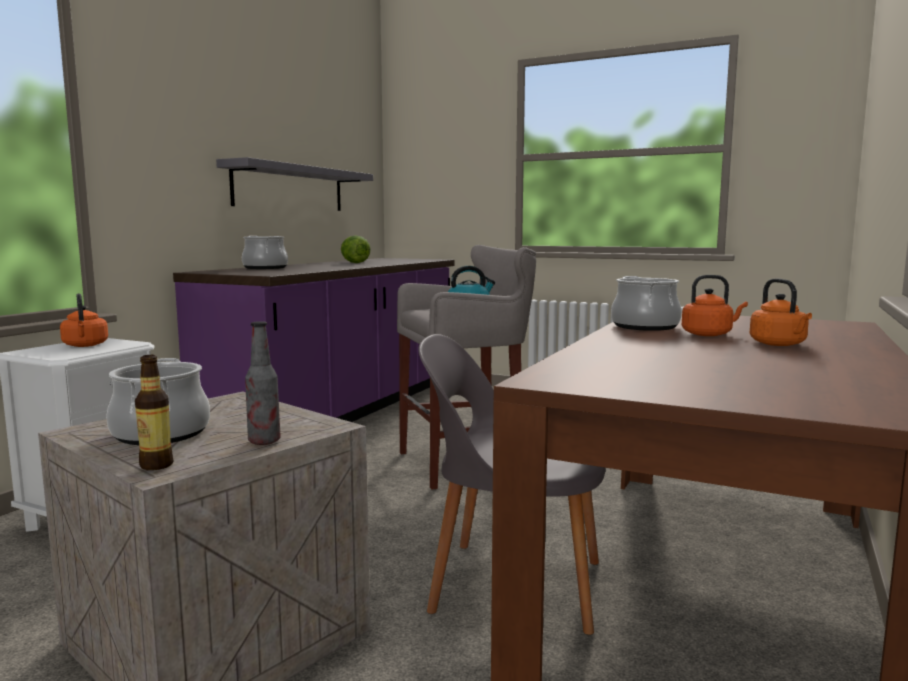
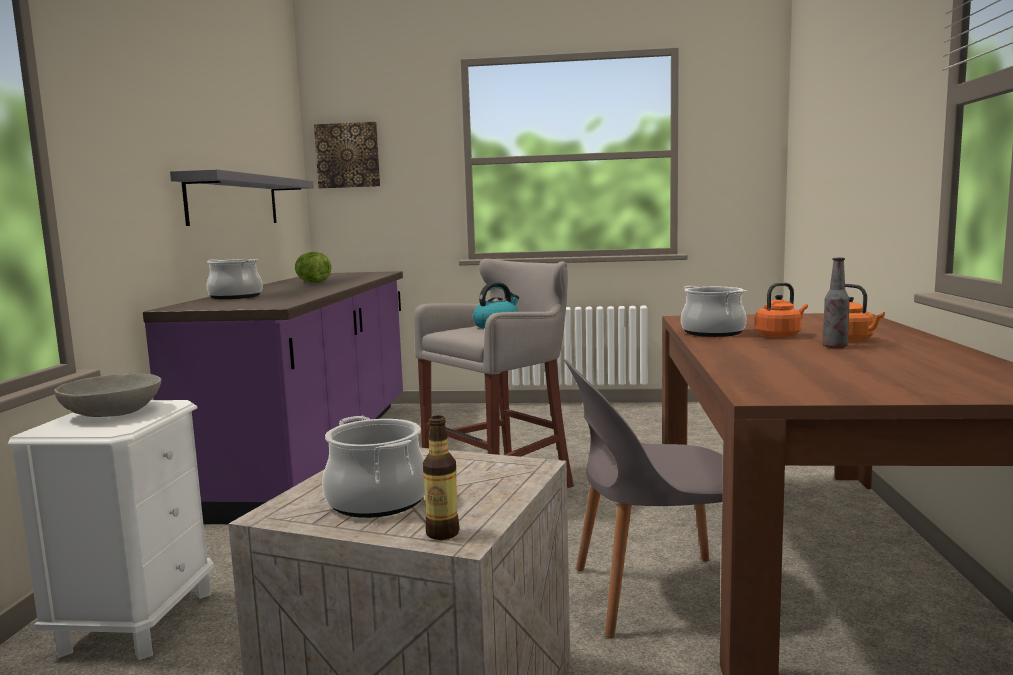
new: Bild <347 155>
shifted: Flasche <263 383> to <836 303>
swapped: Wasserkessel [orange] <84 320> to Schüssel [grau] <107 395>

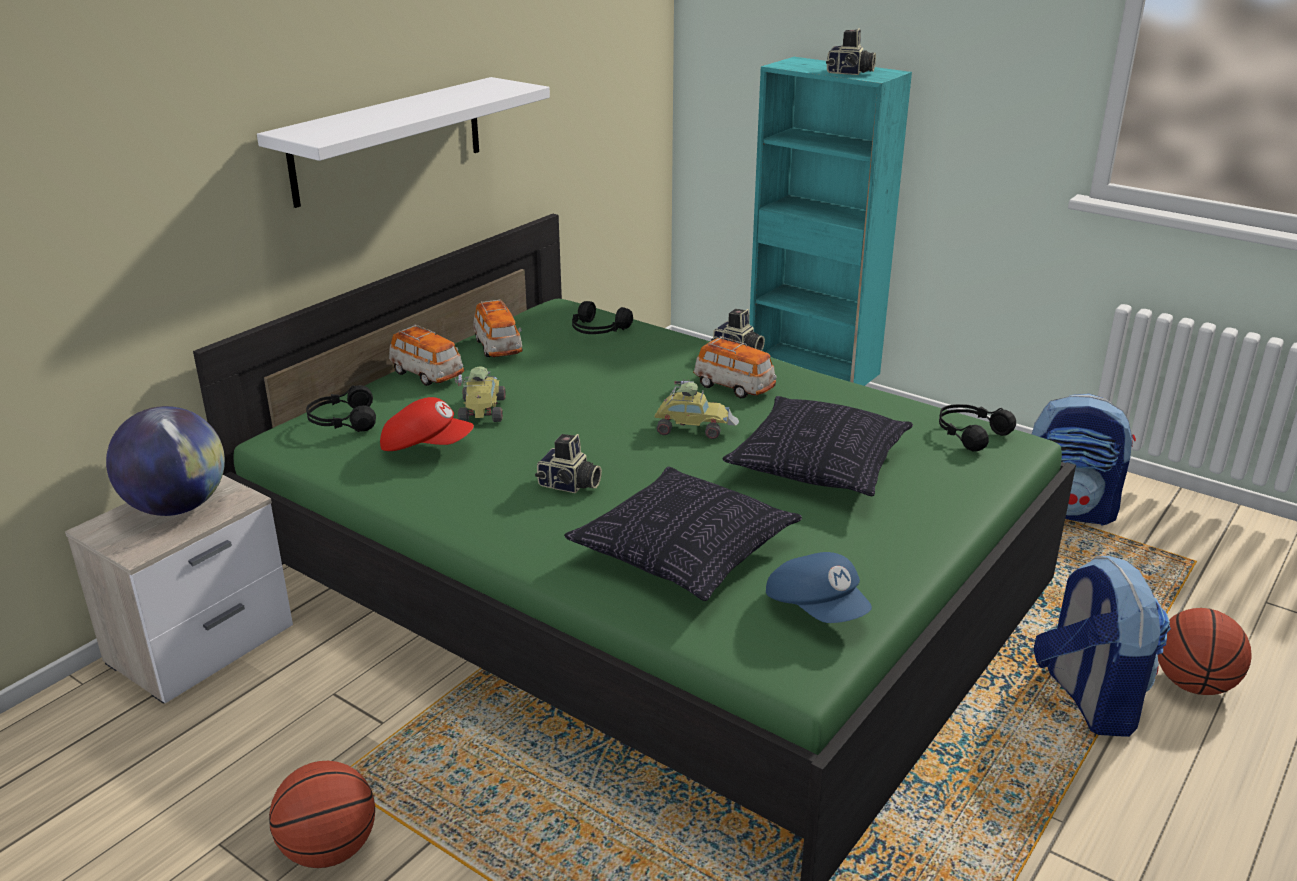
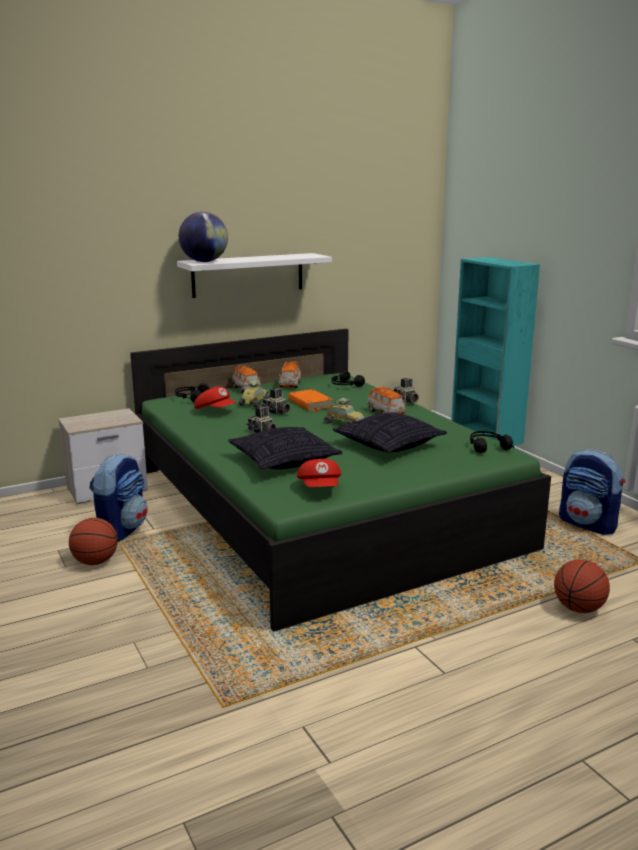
new: Buch [orange] <310 400>
shifted: Globus <165 461> to <203 237>; Kamera <851 51> to <276 401>; Rucksack <1102 646> to <119 497>
repainted: Kappe [blau] <819 587> to Kappe [rot] <319 473>

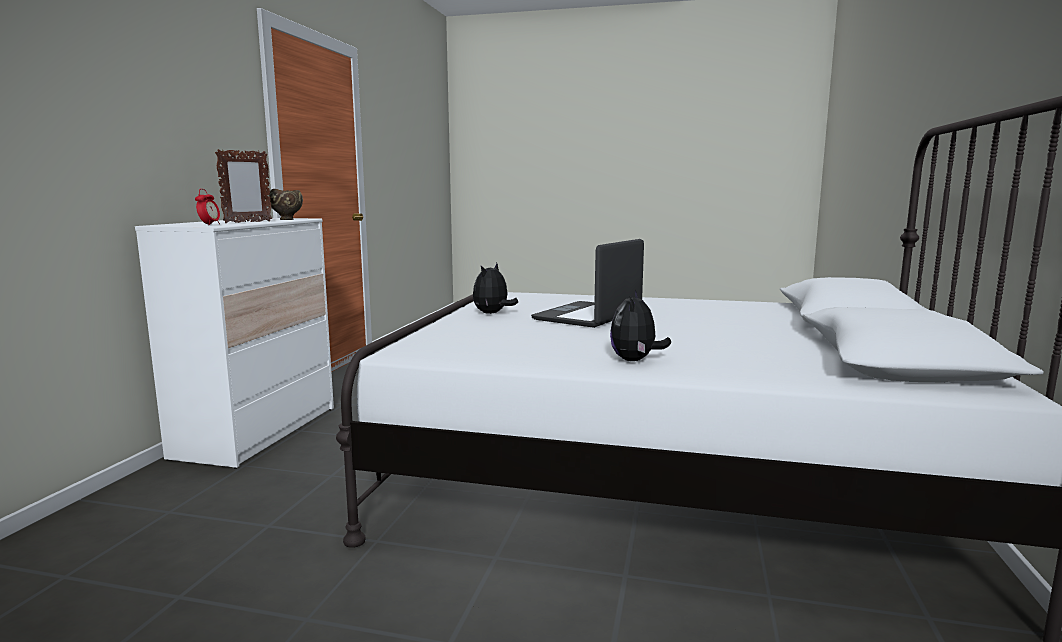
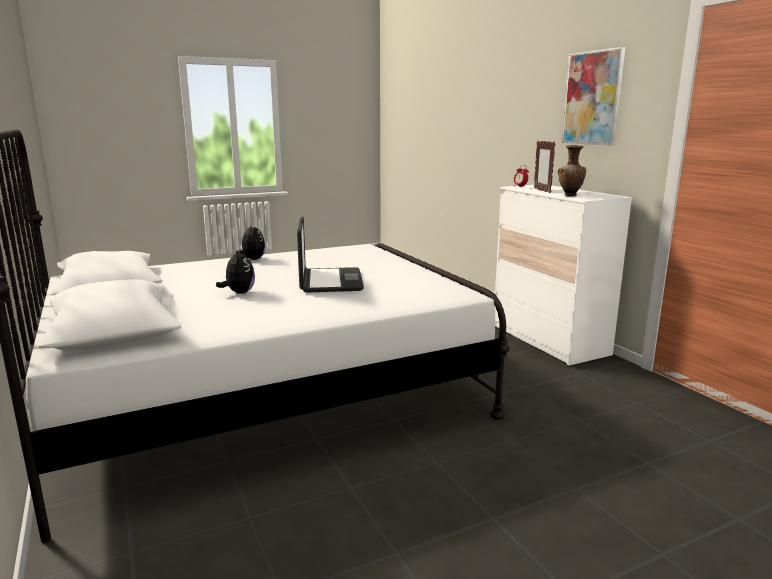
new: Bild <593 96>
shifted: Plüschtier <495 288> to <235 271>
swapped: Schüssel [braun] <285 204> to Vase [braun] <572 170>

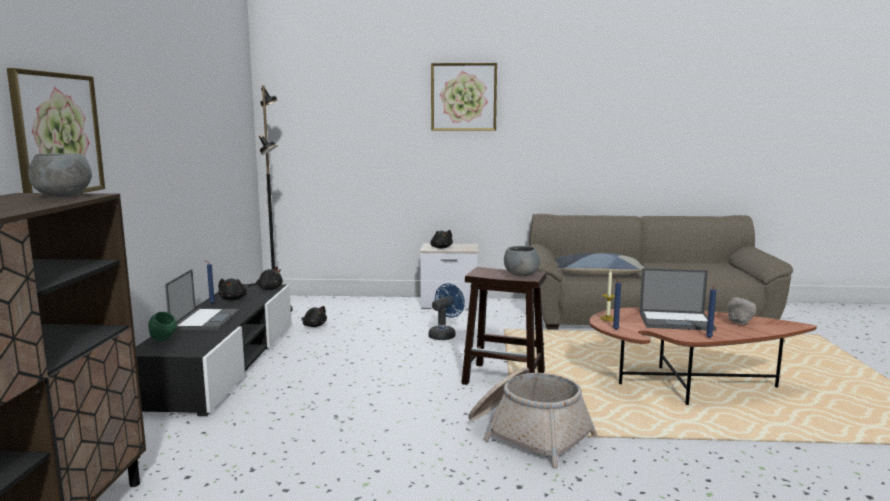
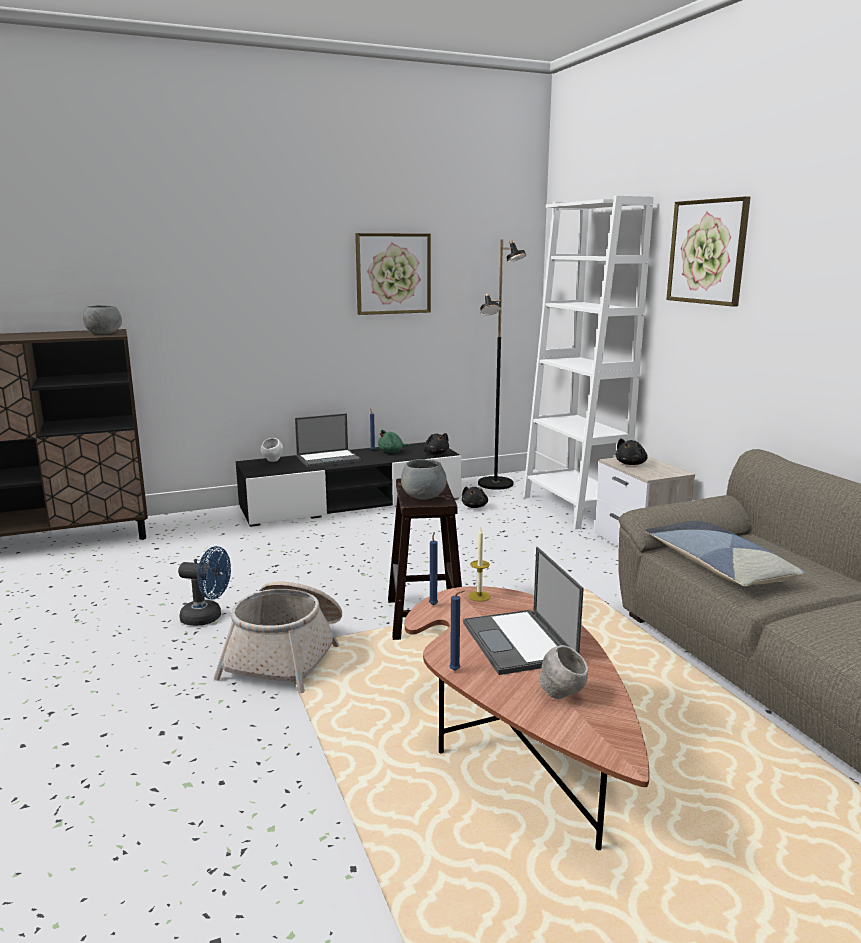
new: Bücherregal [weiß] <588 362>
shifted: Bild <56 130> to <393 274>; Ventilator [blau] <446 312> to <204 586>
repainted: Schüssel [grün] <162 327> to Schüssel [weiß] <272 450>; Plüschtier [schwarz] <232 289> to Plüschtier [grün] <394 441>

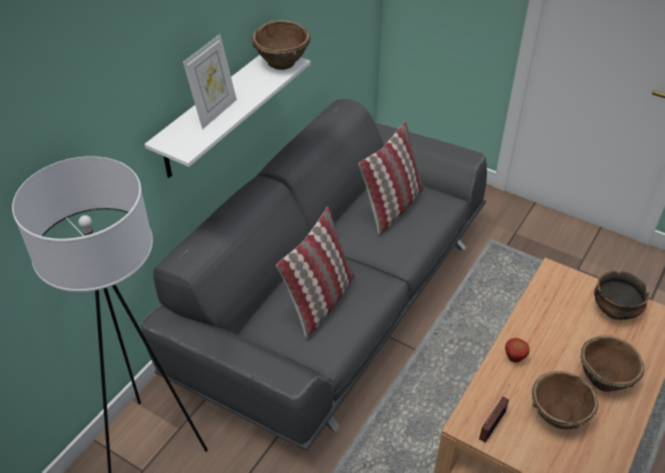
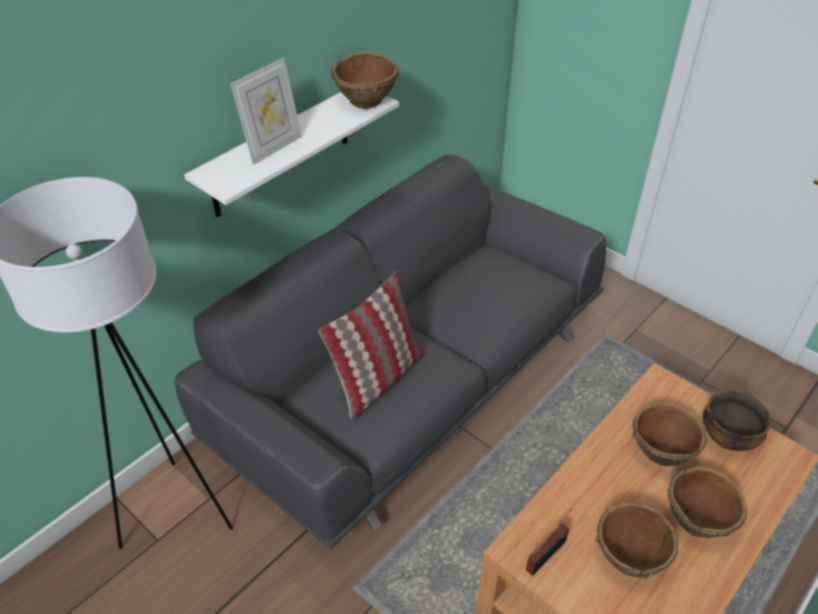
gone: Kissen <391 178>; Apfel <517 350>
new: Schüssel [braun] <669 434>

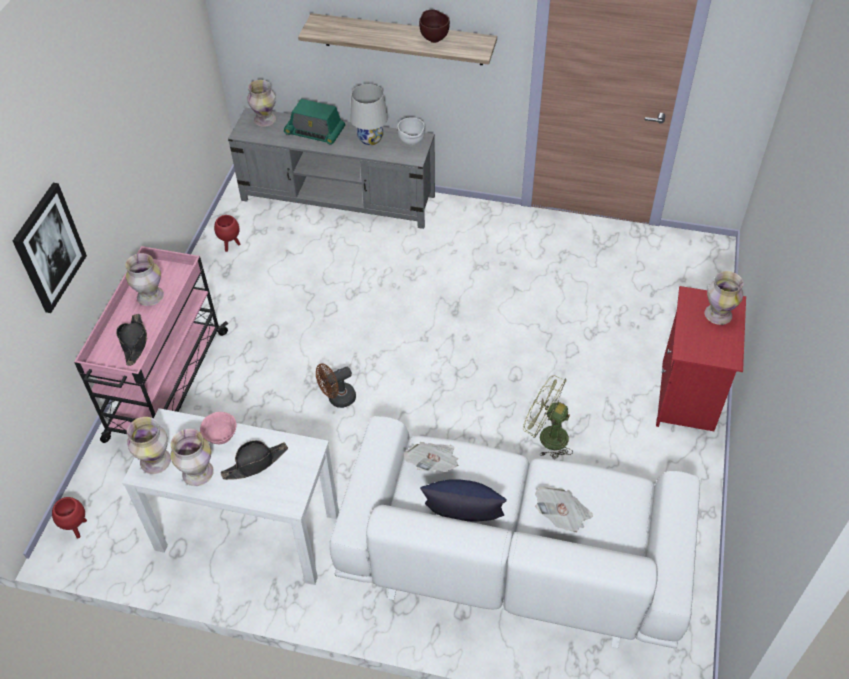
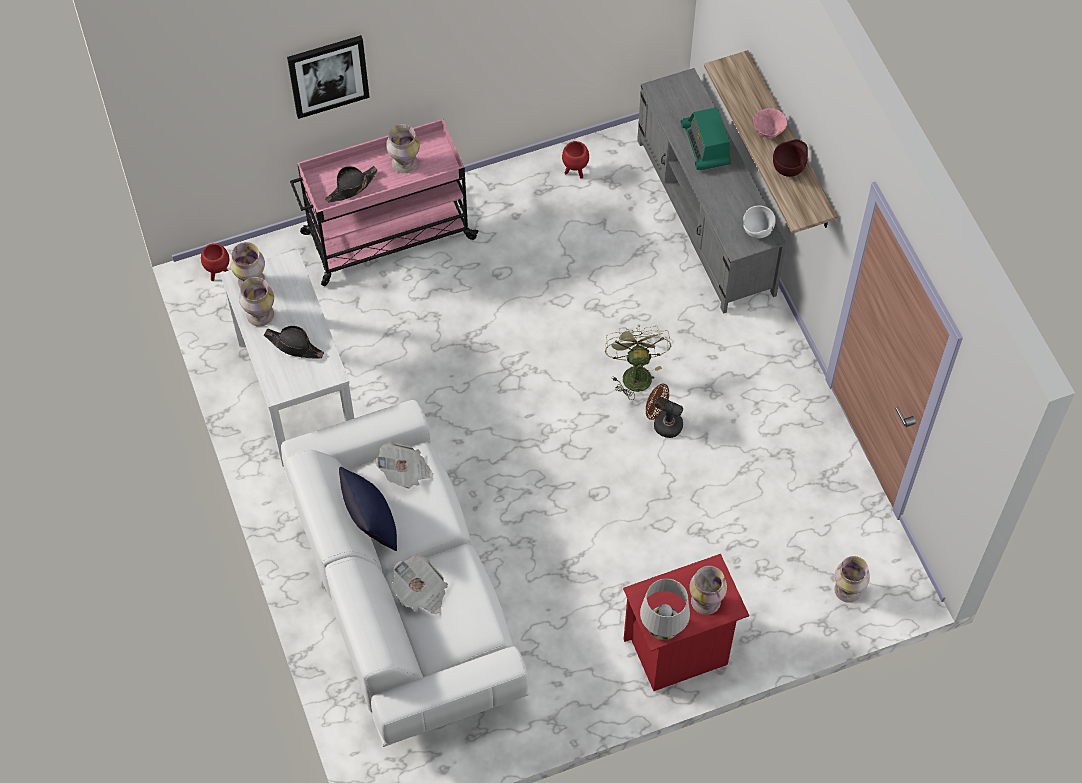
shifted: Schüssel [rosa] <218 428> to <770 123>; Vase <261 103> to <852 579>; Ventilator [braun] <336 385> to <664 411>; Tischlampe [weiß] <369 114> to <665 609>; Ventilator [grün] <548 417> to <638 362>

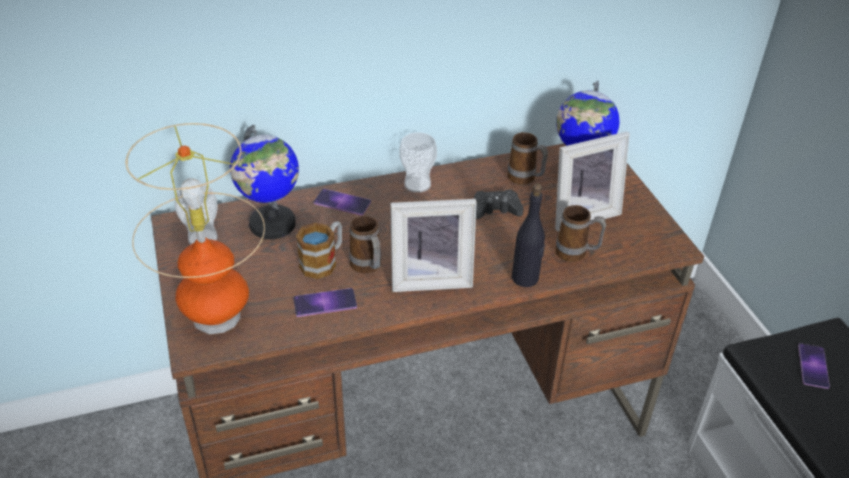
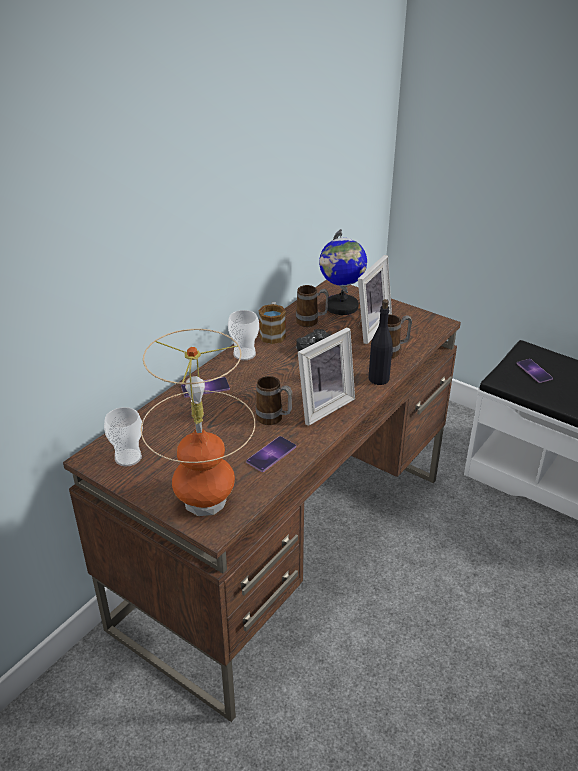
gone: Globus <264 182>
shifted: Henkelbecher <319 250> to <272 323>

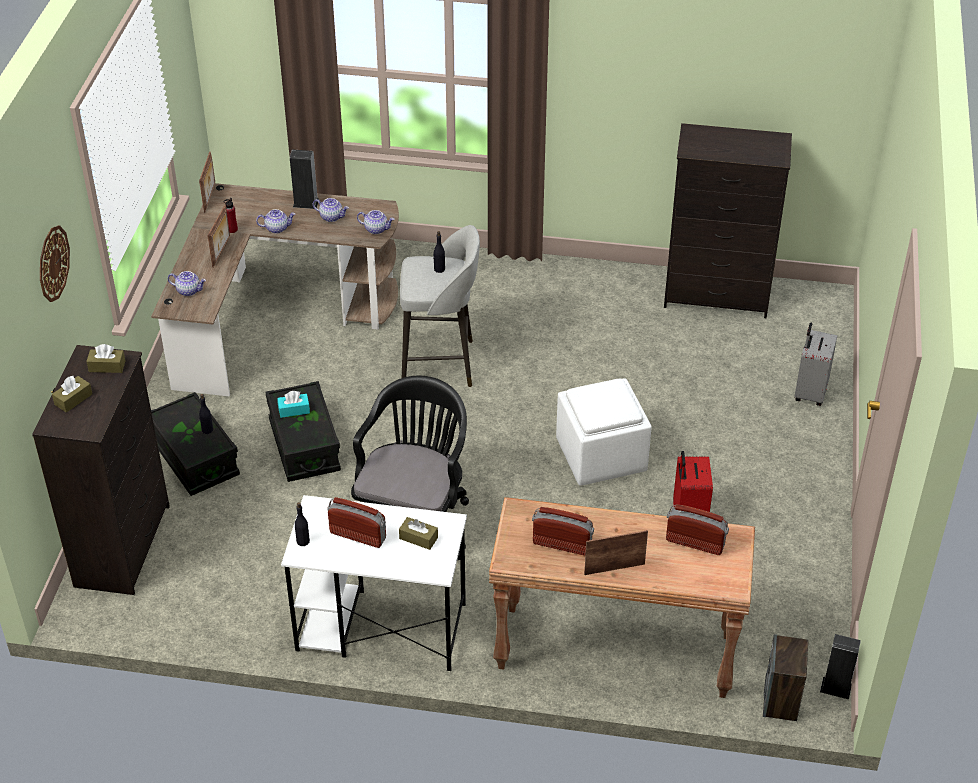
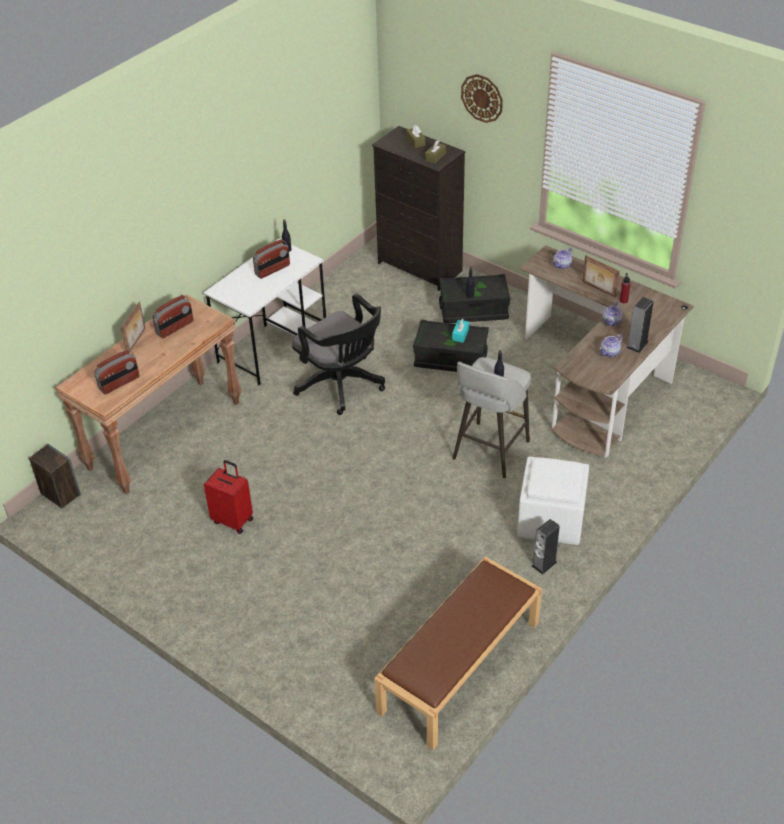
gone: Bilderrahmen <207 182>; Teekanne <375 222>; Taschentuchbox [braun] <418 533>; Koffer [grau] <815 364>
shifted: Polsterhocker [weiß] <604 432> to <553 501>; Lautsprecher <840 666> to <546 547>
swapped: Kommode [schwarz] <728 220> to Bank [braun] <458 653>

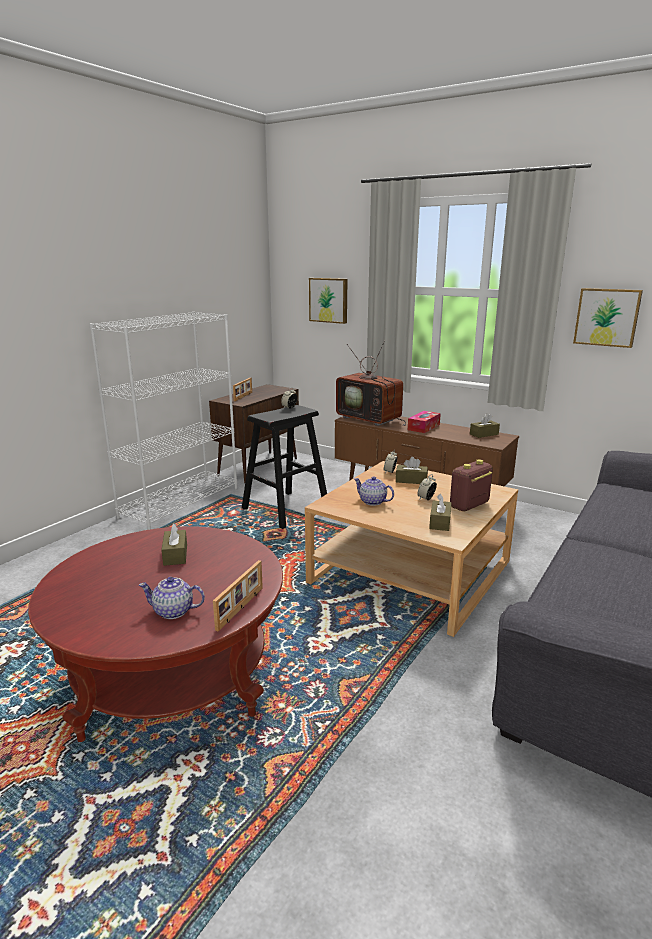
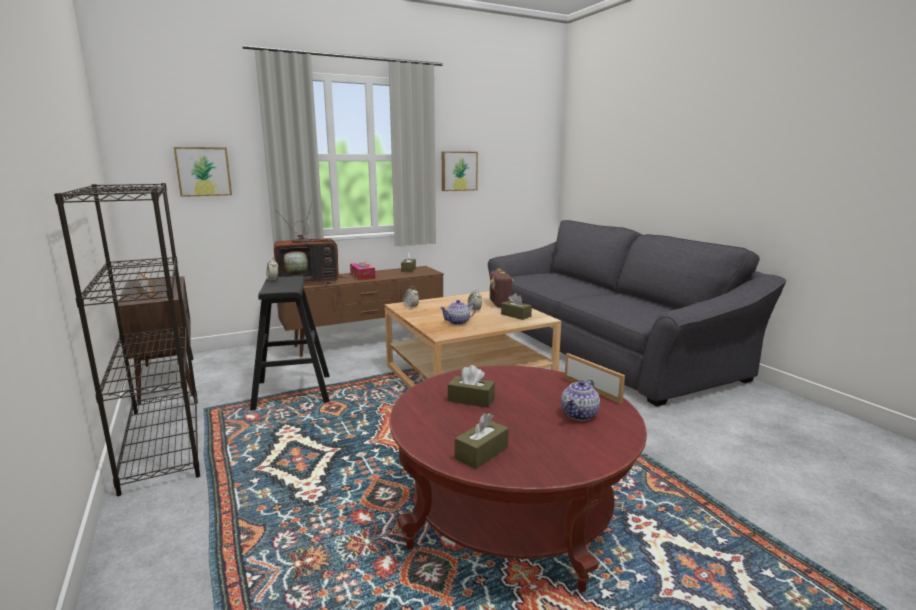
shifted: Taschentuchbox [braun] <412 470> to <482 441>
repainted: Bücherregal [weiß] <163 421> to Bücherregal [schwarz] <127 339>

